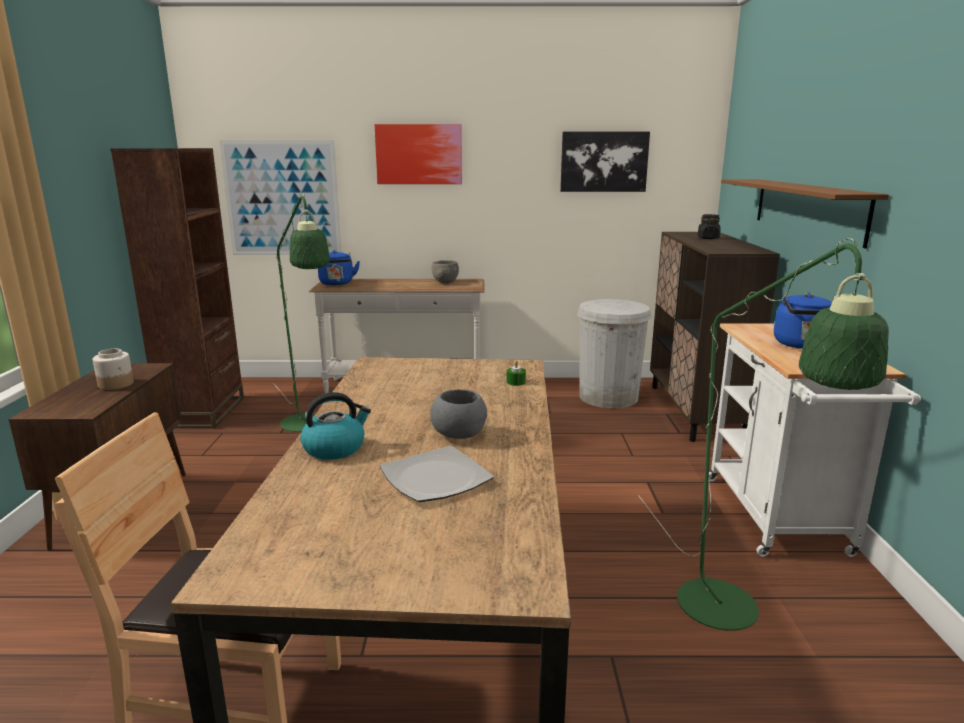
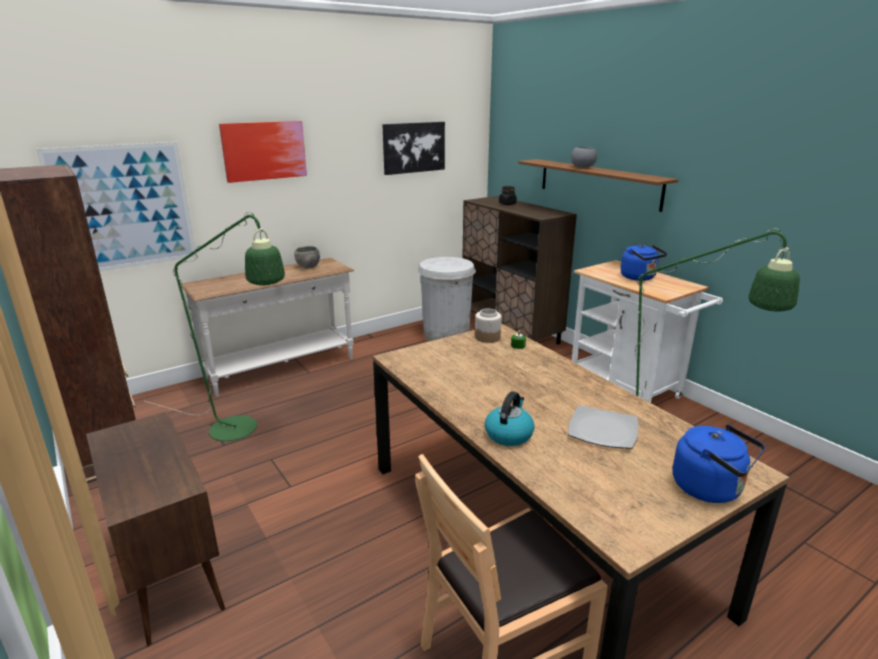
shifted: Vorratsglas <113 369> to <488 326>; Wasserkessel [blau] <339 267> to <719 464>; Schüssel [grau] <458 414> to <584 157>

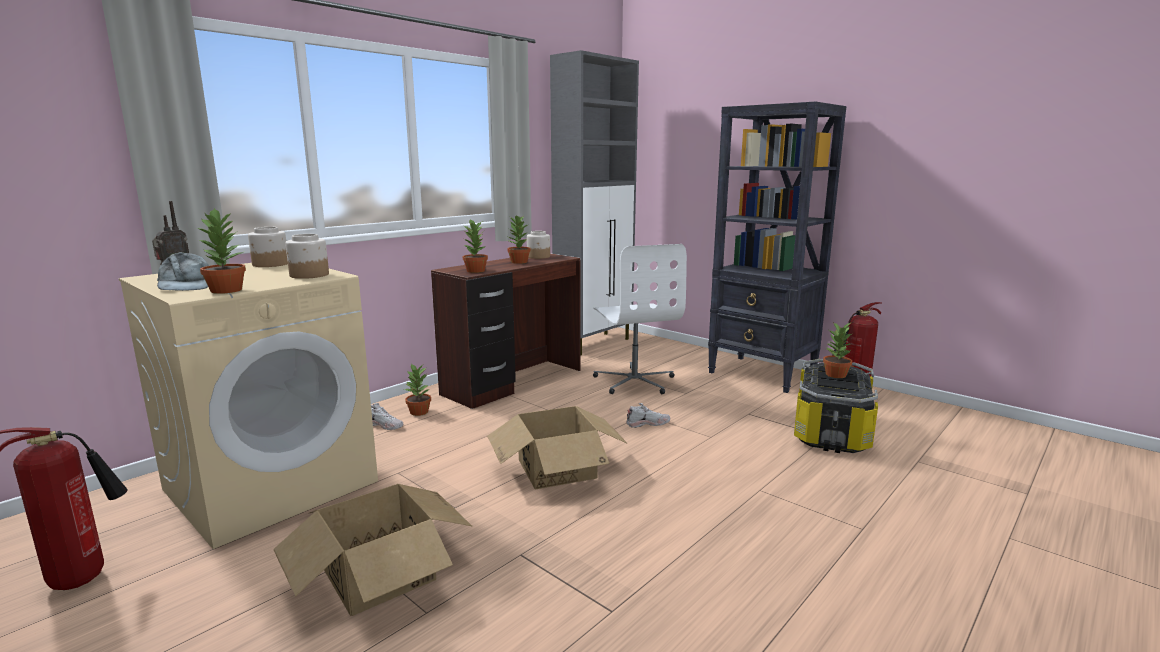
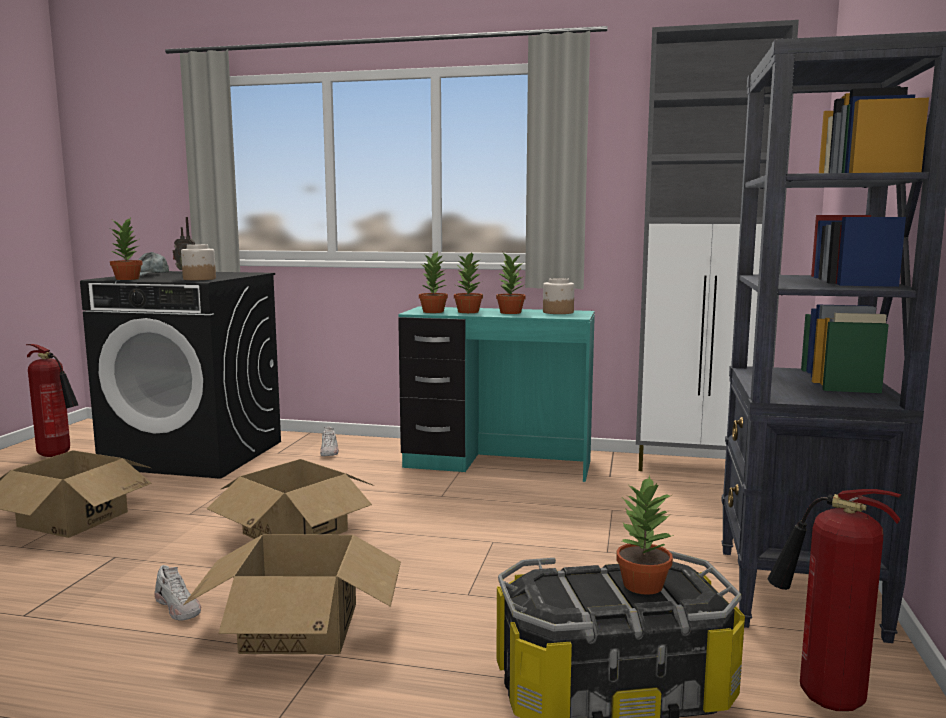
gone: Vorratsglas <268 247>; Bürostuhl [weiß] <640 319>
new: Karton <292 594>
shifted: Topfpflanze <417 390> to <468 283>; Schuh [weiß] <648 415> to <177 593>
repainted: Waschmaschine [beige] <248 406> to Waschmaschine [schwarz] <180 375>; Schreibtisch [braun] <506 331> to Schreibtisch [türkis] <496 394>

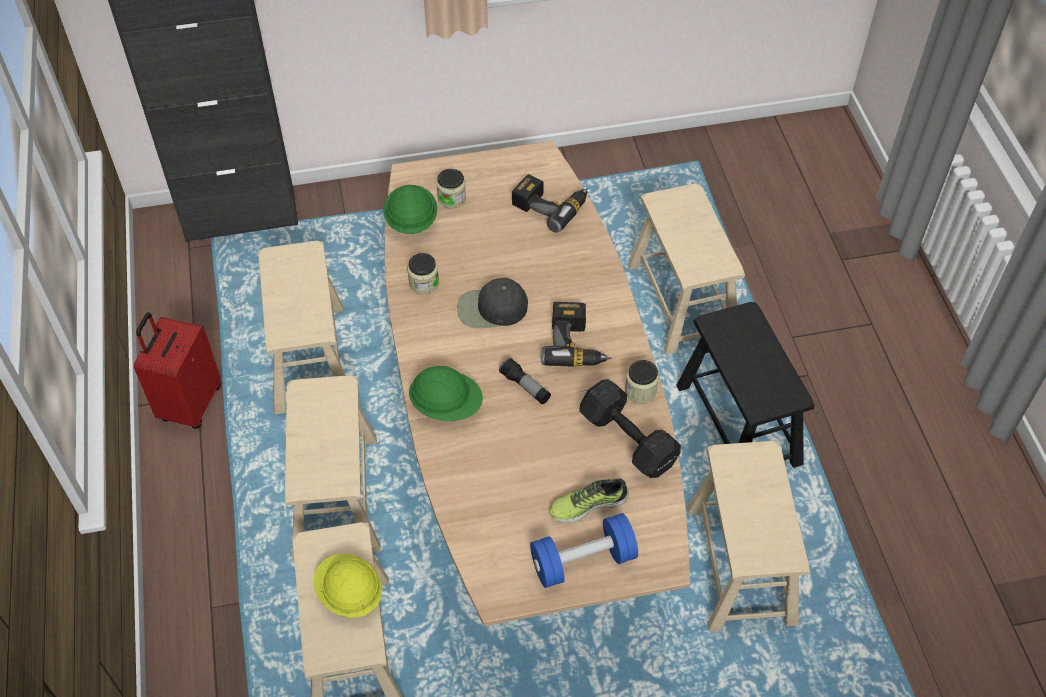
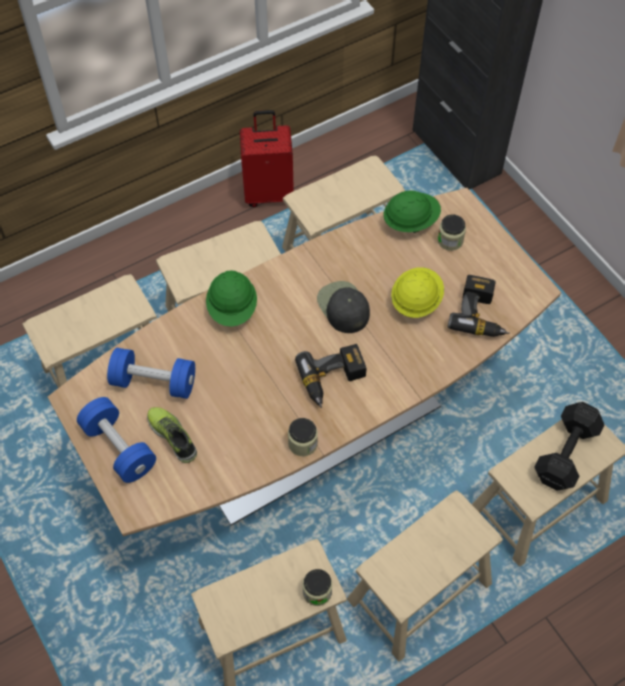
gone: Taschenlampe <525 381>
new: Hantel [blau] <151 373>
shifted: Schutzhelm [gelb] <347 586> to <417 292>; Vorratsglas <423 274> to <317 587>; Hantel [schwarz] <630 428> to <569 446>
repainted: Hocker [schwarz] <745 385> to Hocker [beige] <425 575>

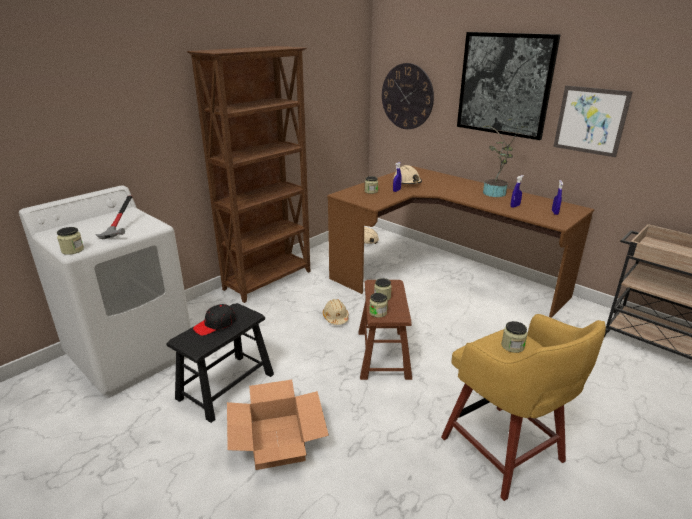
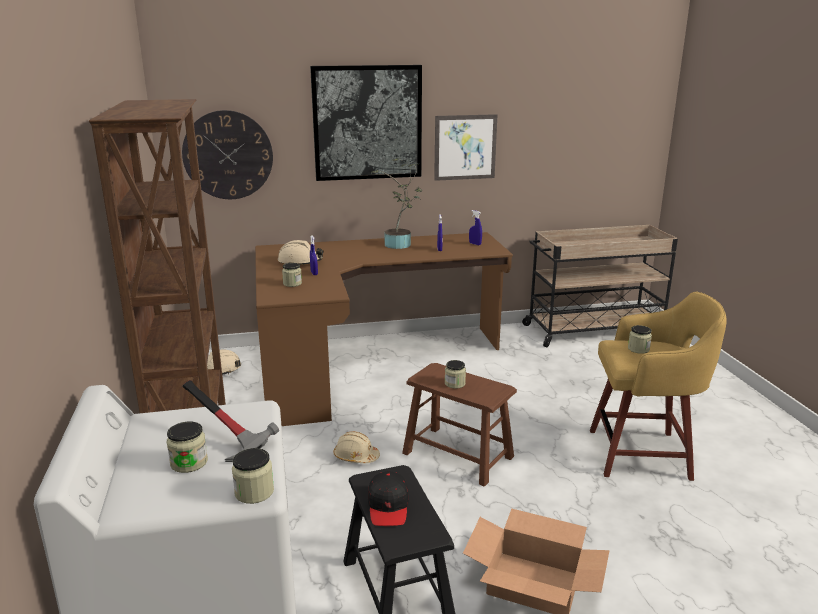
shifted: Vorratsglas <378 305> to <187 447>

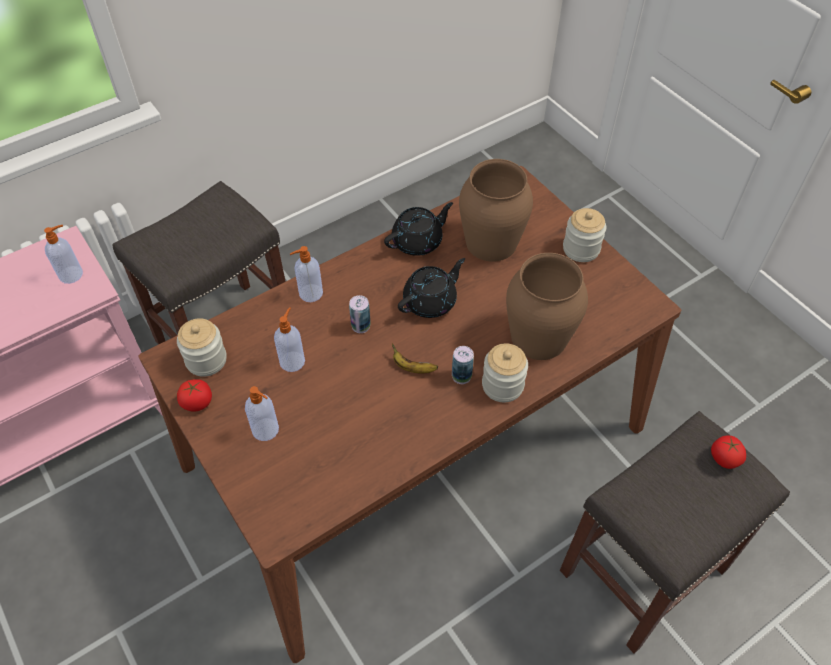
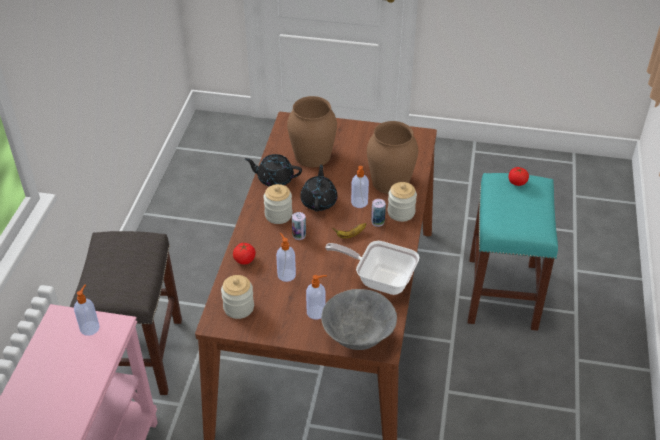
new: Schüssel [grau] <359 319>; Pfanne <372 268>
shifted: Tomate <194 395> to <244 254>; Seifenspender <306 274> to <360 187>; Vorratsglas <584 235> to <278 204>
repainted: Hocker [grau] <675 532> to Hocker [türkis] <513 252>
rotated: Teekanne [schwarz] <418 229> = <273 170> 90 degrees counterclockwise

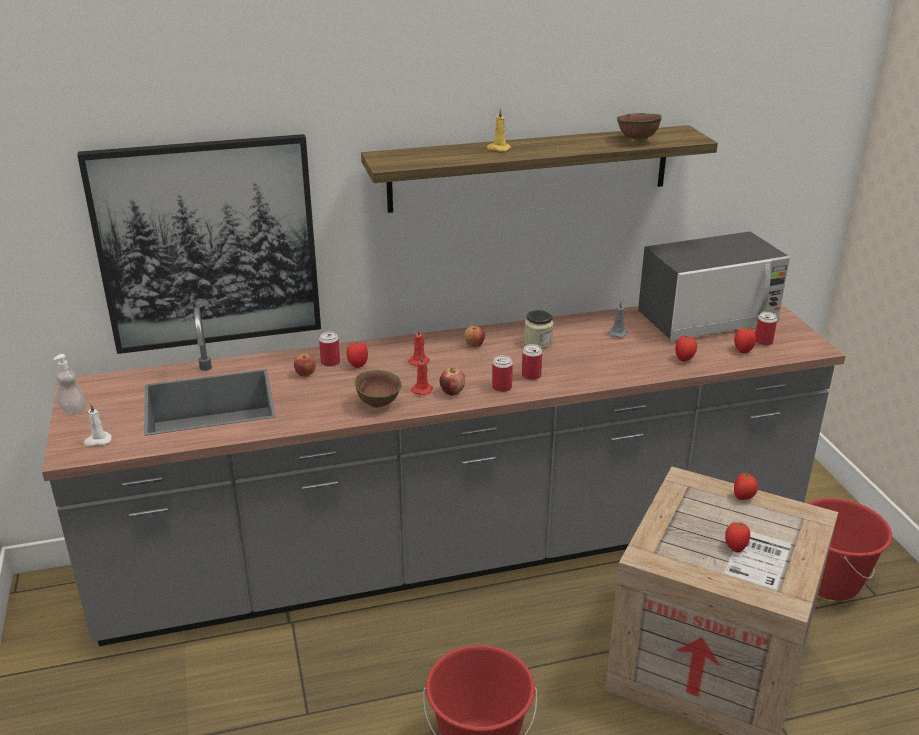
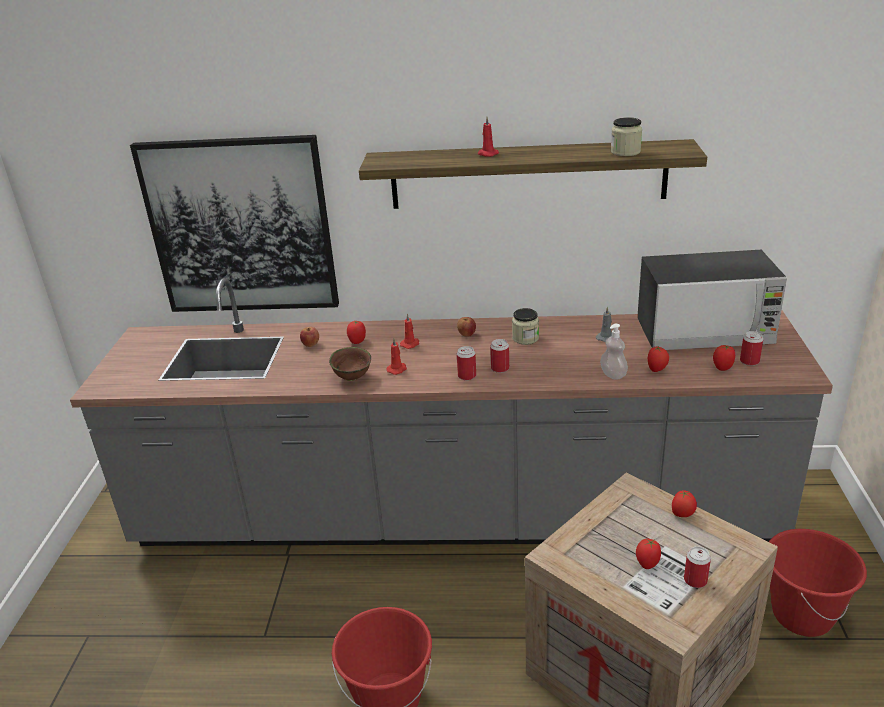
gone: Kerze [weiß] <97 425>; Apfel <452 382>
shifted: Seifenspender <69 384> to <614 352>; Dose <329 349> to <697 567>
swapped: Schüssel [braun] <639 127> to Vorratsglas <626 136>
repainted: Kerze [gelb] <499 129> to Kerze [rot] <488 137>

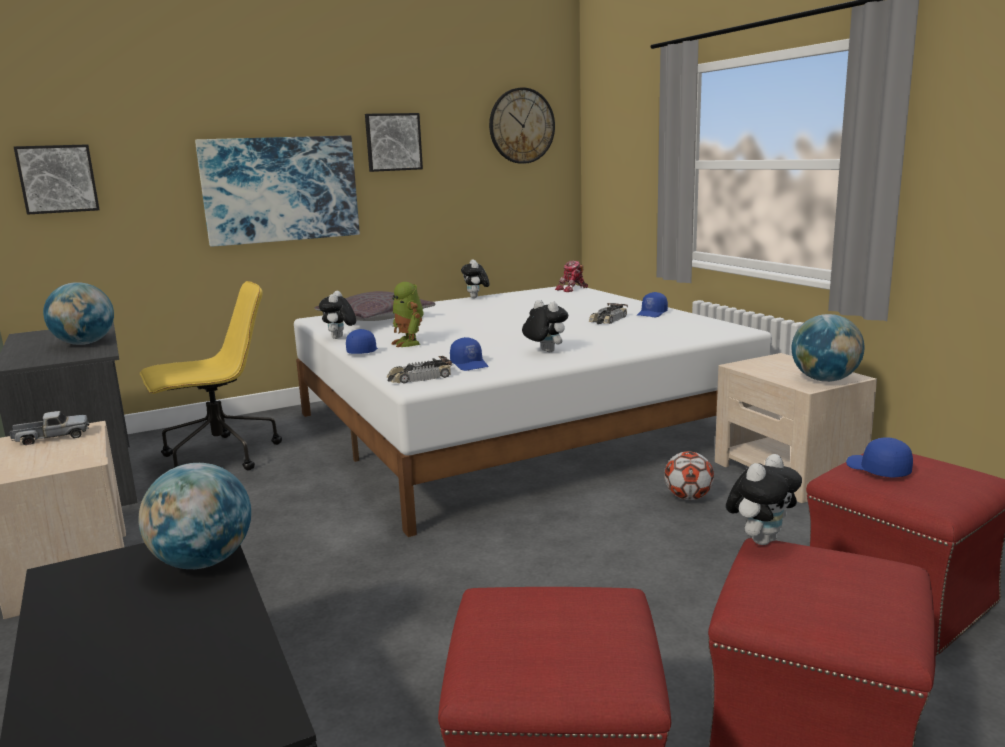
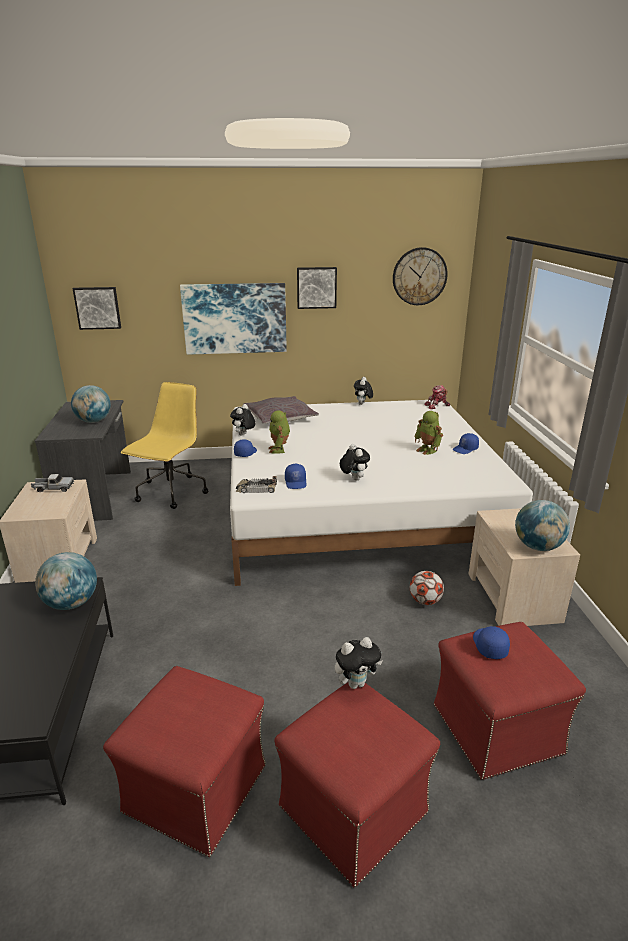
swapped: Spielzeugauto <608 313> to Spielzeugroboter <429 433>
rotated: Bürostuhl [gelb] <211 376> = <164 445> 60 degrees counterclockwise

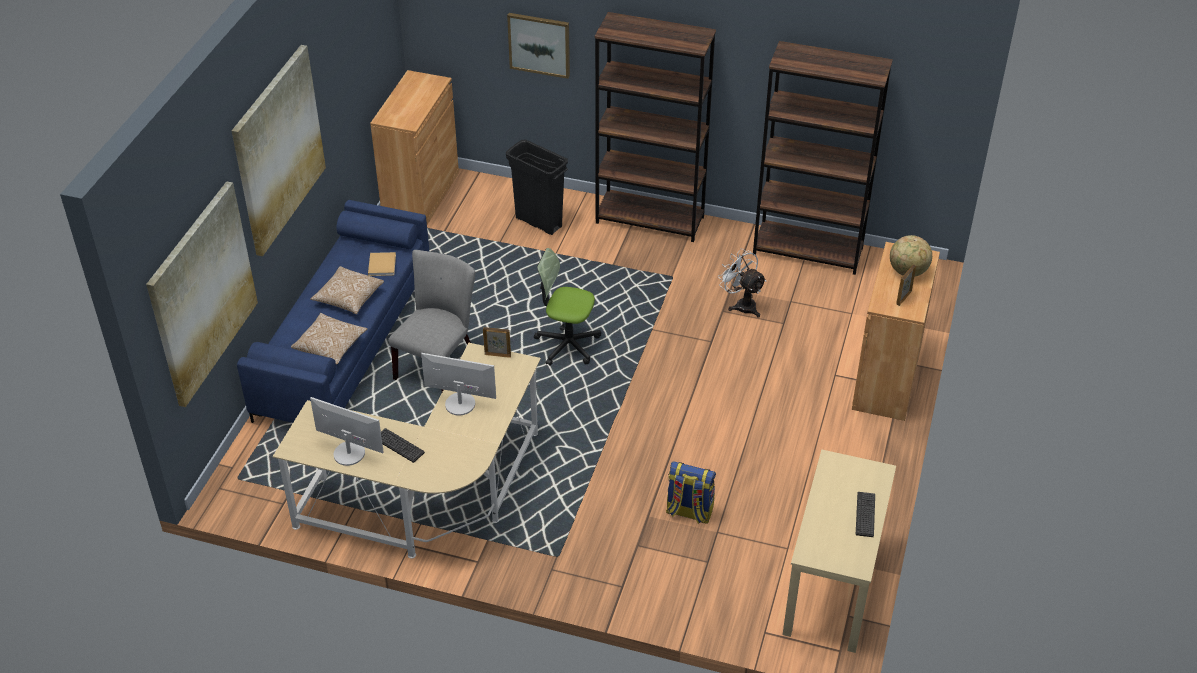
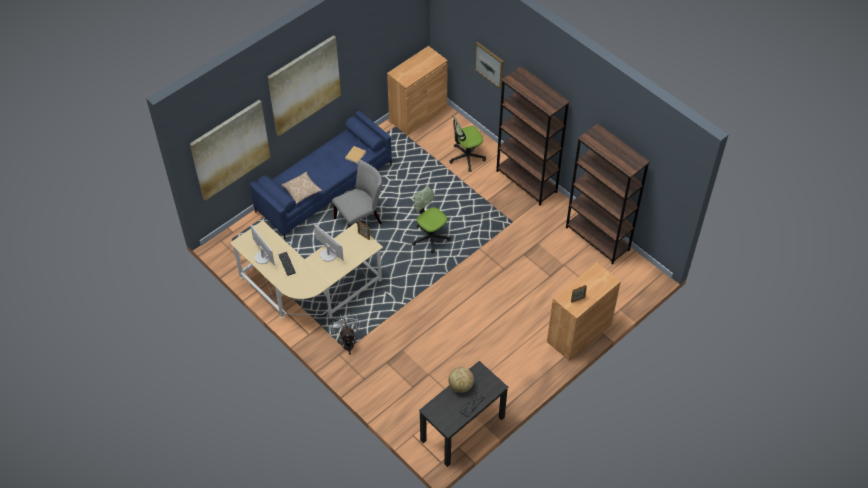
gone: Kissen <347 290>; Rucksack <691 492>
shifted: Ventilator [weiß] <742 282> to <345 334>; Globus <911 256> to <461 380>
swapped: Mülleimer [schwarz] <537 187> to Bürostuhl <467 143>
repainted: Schreibtisch [beige] <839 551> to Schreibtisch [schwarz] <464 414>

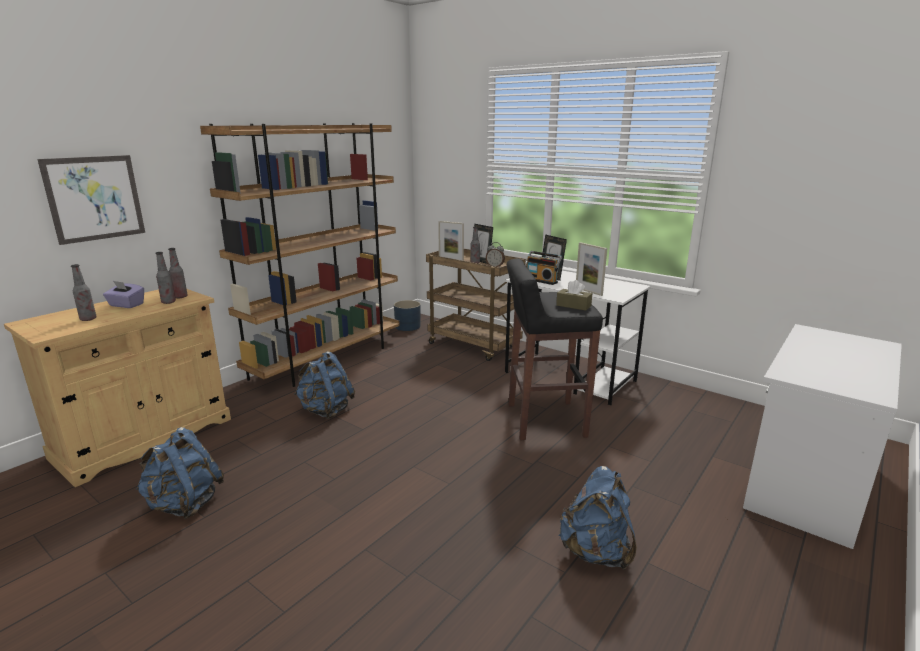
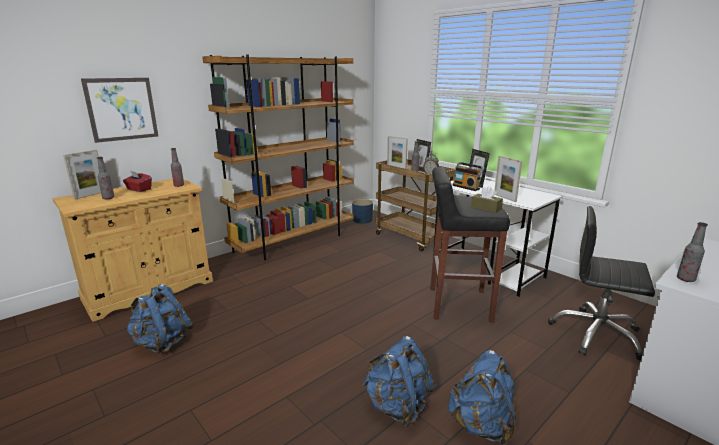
new: Bilderrahmen <82 175>; Bürostuhl [schwarz] <601 283>
shifted: Flasche <166 278> to <692 252>; Rucksack [blau] <325 385> to <398 381>
repainted: Taschentuchbox [lila] <123 294> to Taschentuchbox [rot] <137 181>

